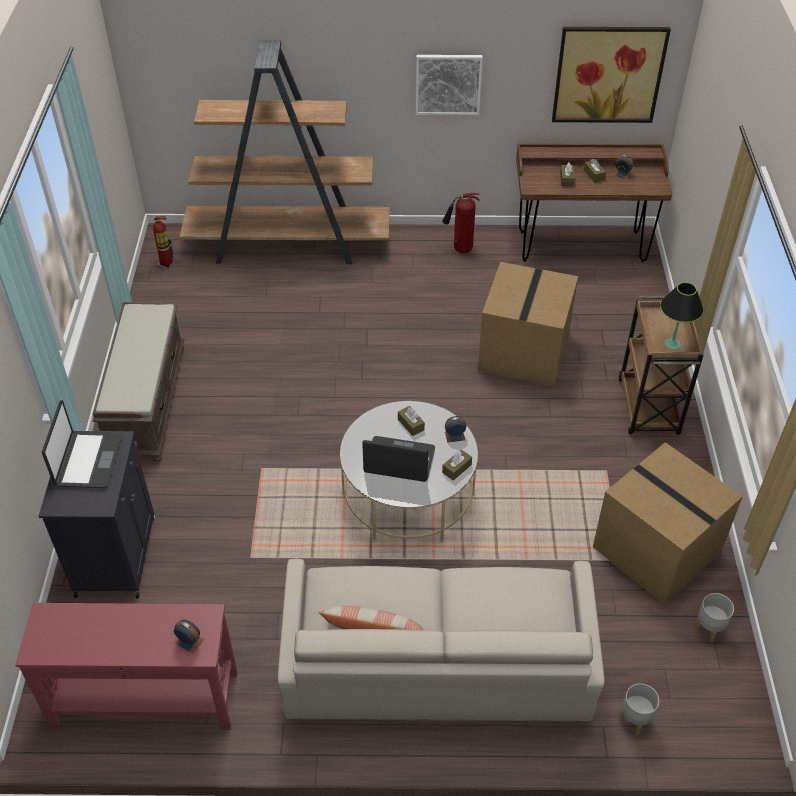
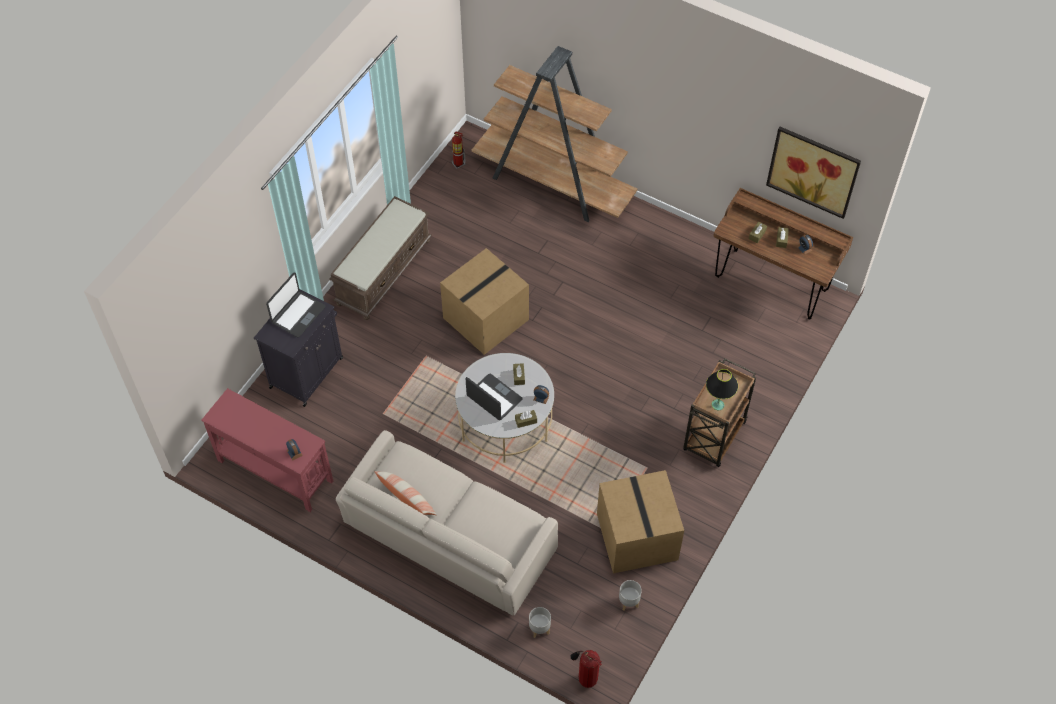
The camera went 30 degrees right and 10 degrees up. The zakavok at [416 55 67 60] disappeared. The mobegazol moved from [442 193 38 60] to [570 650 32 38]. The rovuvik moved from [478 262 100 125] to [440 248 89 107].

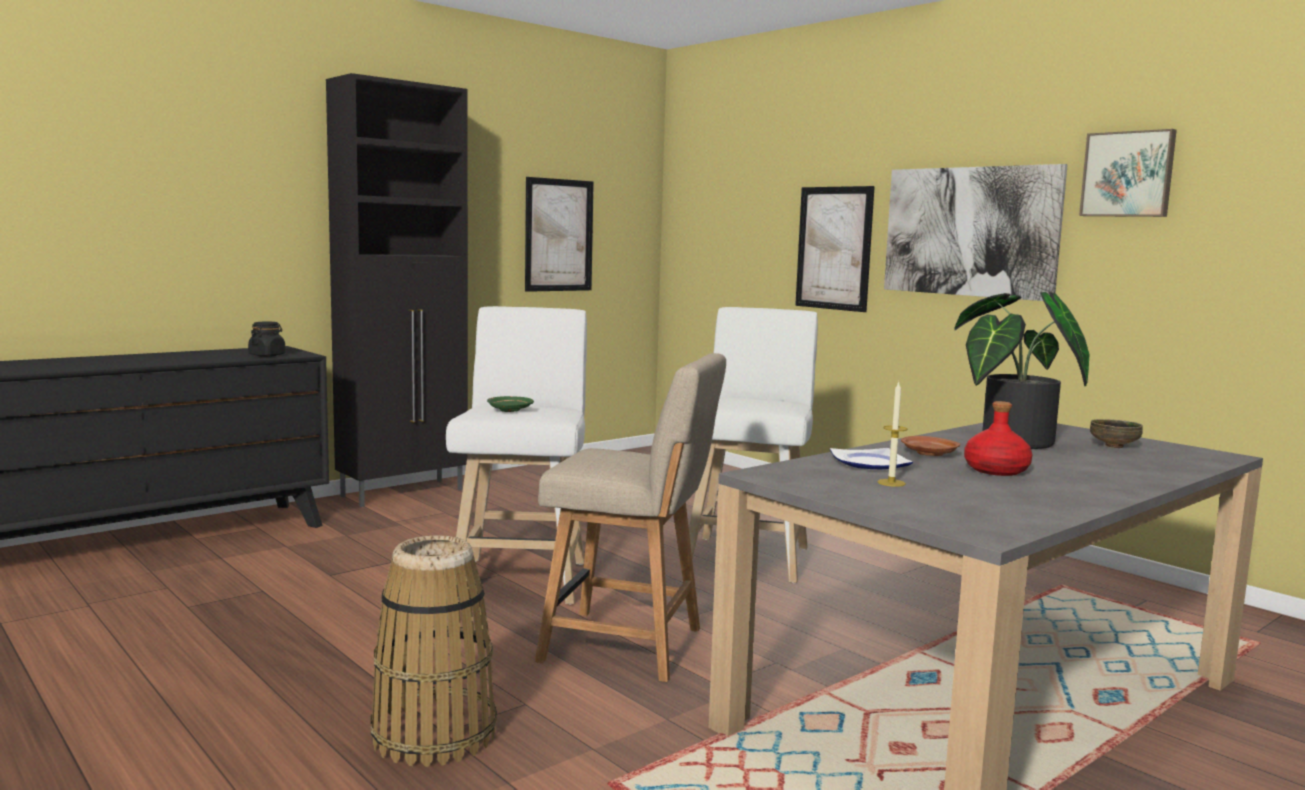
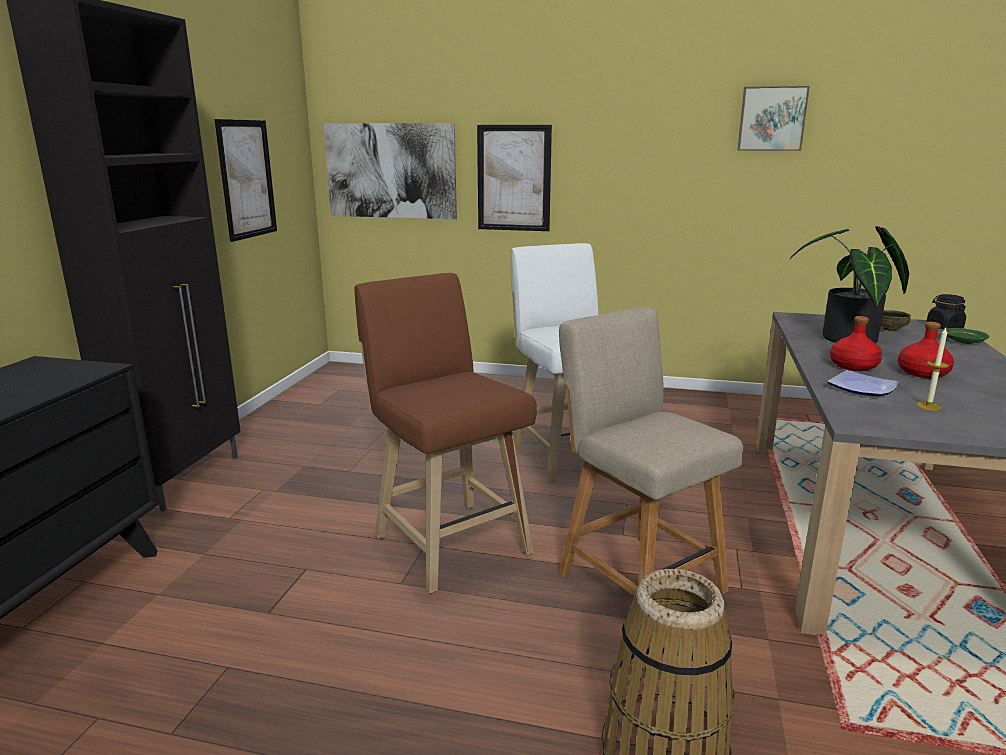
The camera went 35 degrees left and 10 degrees up. The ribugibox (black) moved from [248 322 38 35] to [926 294 40 35]. The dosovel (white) at [446 306 141 298] became the dosovel (brown) at [355 273 182 321]. The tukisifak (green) moved from [487 396 47 16] to [942 328 47 16]. The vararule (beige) at [535 353 191 329] turned 105 degrees counterclockwise. The zakavok moved from [884 164 184 137] to [324 123 133 96]. The tukisifak (brown) at [901 436 59 20] was replaced by the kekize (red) at [830 316 52 55].

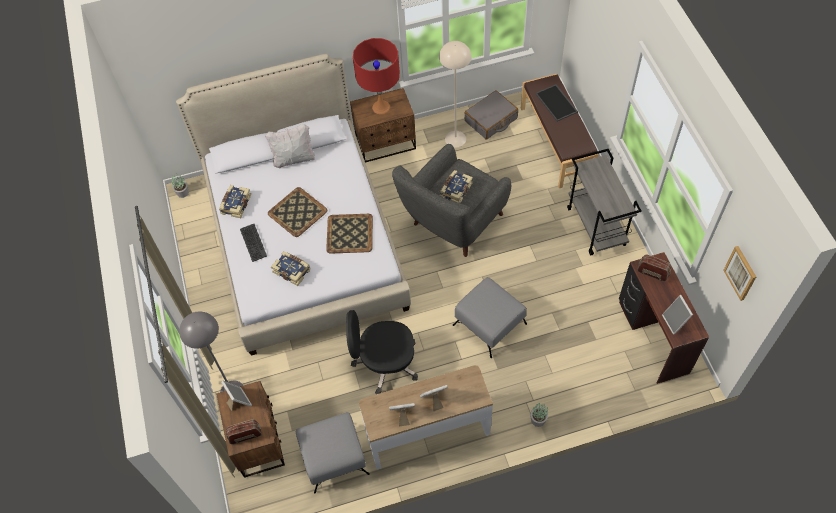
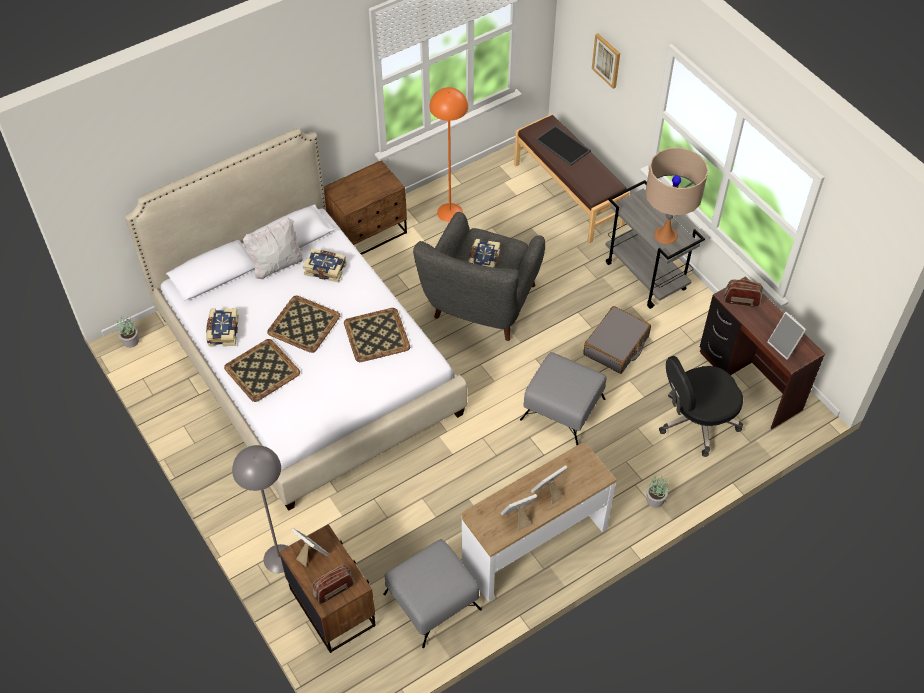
The camera went 20 degrees left and 5 degrees down. The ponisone at [240 224 27 38] was replaced by the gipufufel at [224 339 76 63]. The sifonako moved from [271 251 39 35] to [303 249 44 33]. The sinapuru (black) moved from [346 310 72 84] to [659 356 84 101]. The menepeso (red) at [353 38 47 76] disappeared. The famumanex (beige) at [439 41 32 107] became the famumanex (orange) at [429 87 39 135]. The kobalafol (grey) moved from [464 90 54 49] to [583 306 68 68]. The zakavok moved from [723 246 33 55] to [592 33 28 56]. The menepeso (beige) at [645 147 63 97] appeared.

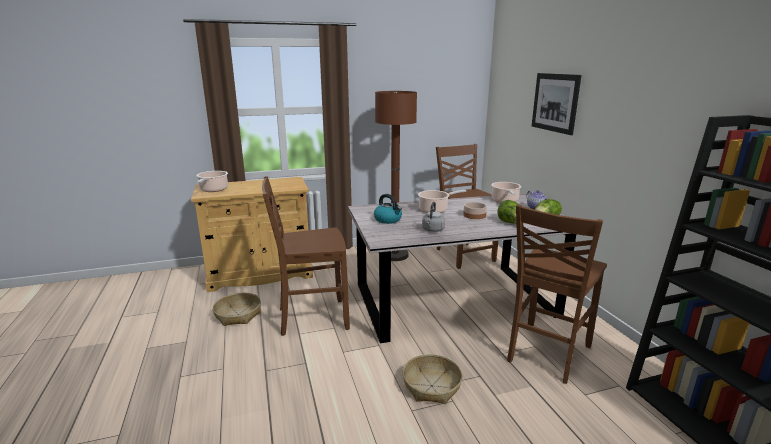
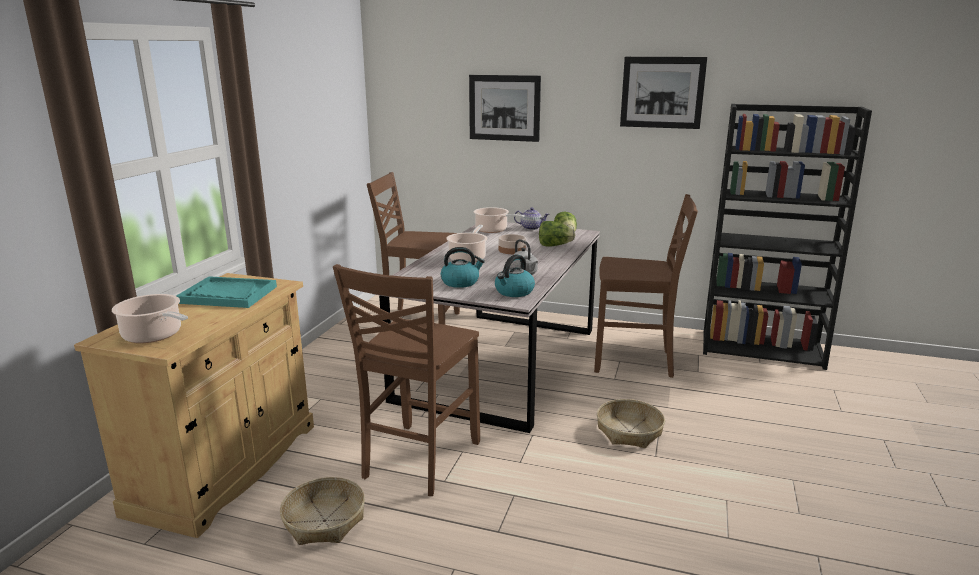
The camera went 55 degrees left and 0 degrees up. The famumanex (brown) at [375 91 42 170] disappeared. The vararule (brown) at [507 205 100 179] turned 60 degrees counterclockwise. The gipufufel (turquoise) at [176 276 101 32] appeared. The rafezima at [495 255 40 42] appeared. The zakavok at [620 57 87 72] appeared.

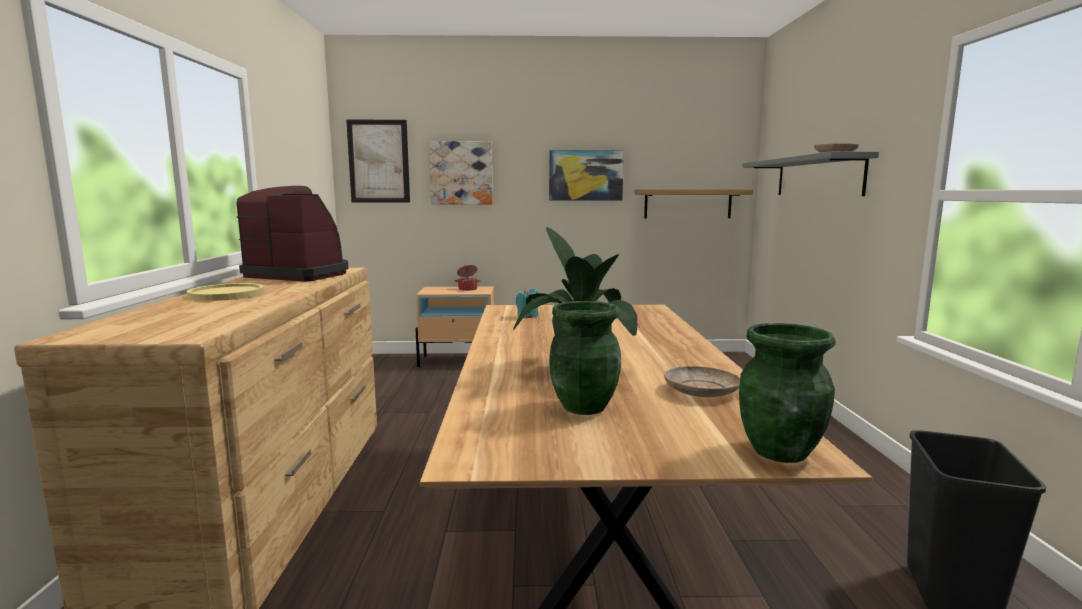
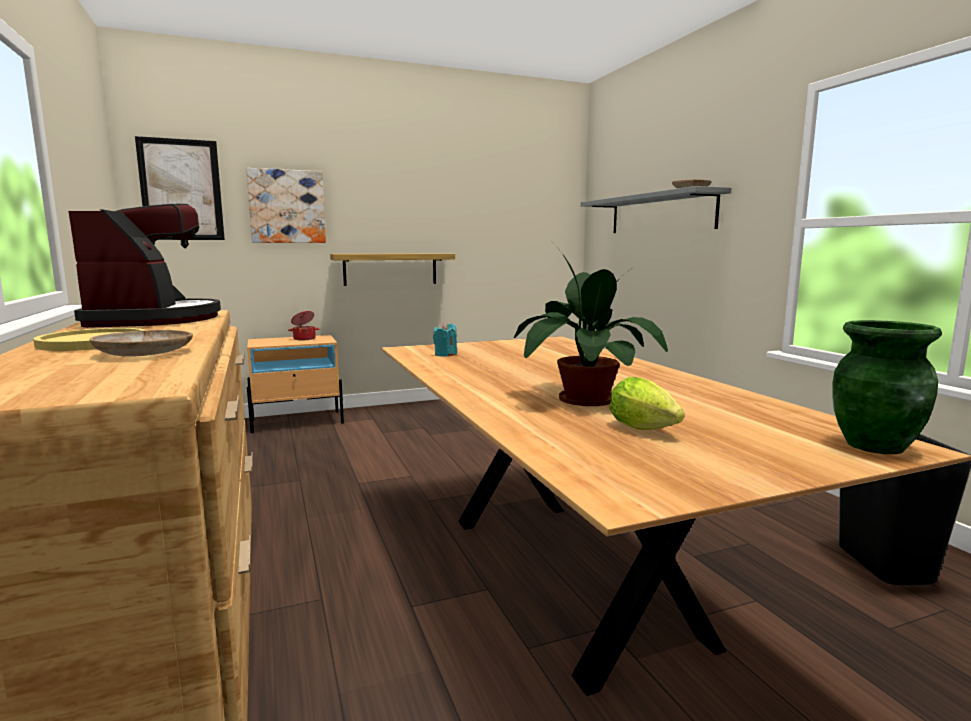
The camera went 20 degrees left and 0 degrees up. The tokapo at [236 186 113 96] turned 75 degrees clockwise. The zakavok at [549 150 75 51] disappeared. The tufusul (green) at [549 301 72 114] was replaced by the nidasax at [609 377 76 53]. The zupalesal moved from [634 189 119 29] to [330 253 125 33]. The tukisifak (beige) moved from [664 366 76 31] to [89 330 104 27].

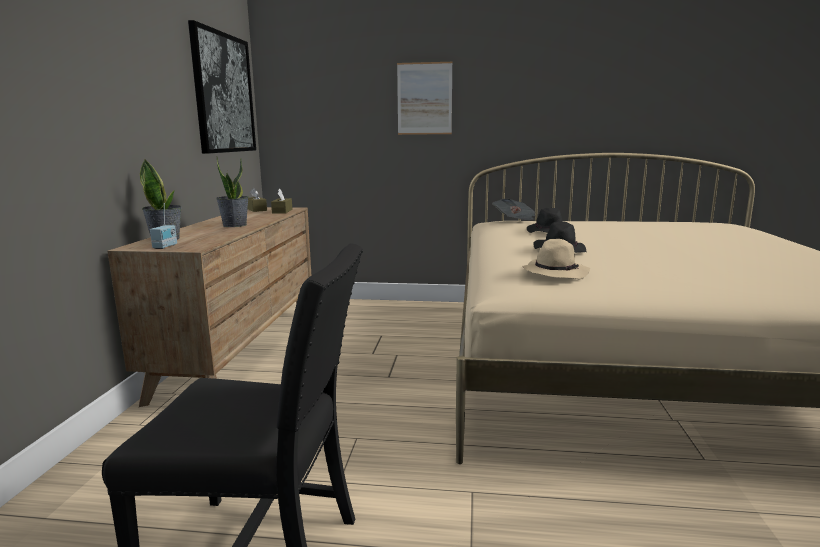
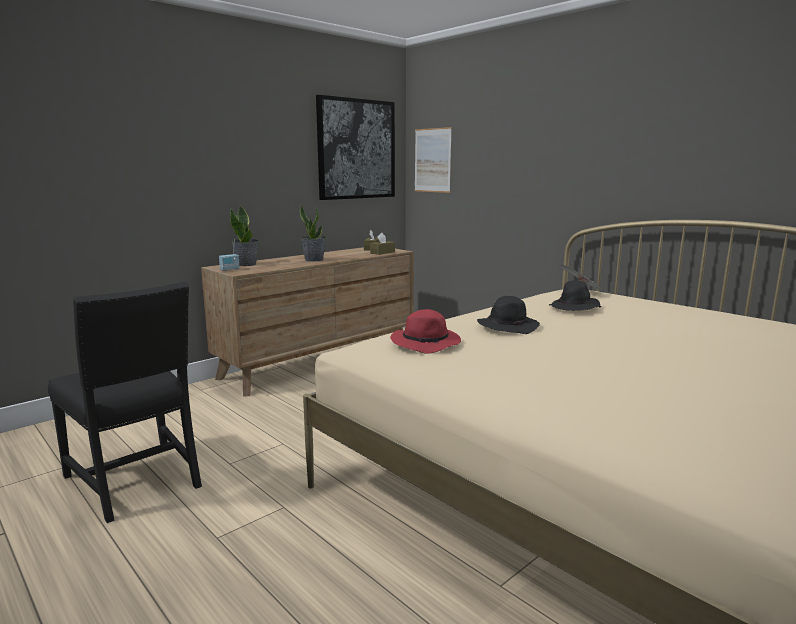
The camera went 40 degrees right and 0 degrees up. The zakavok moved from [397 62 55 73] to [415 127 37 66]. The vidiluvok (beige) at [522 239 68 40] became the vidiluvok (red) at [390 309 71 44].

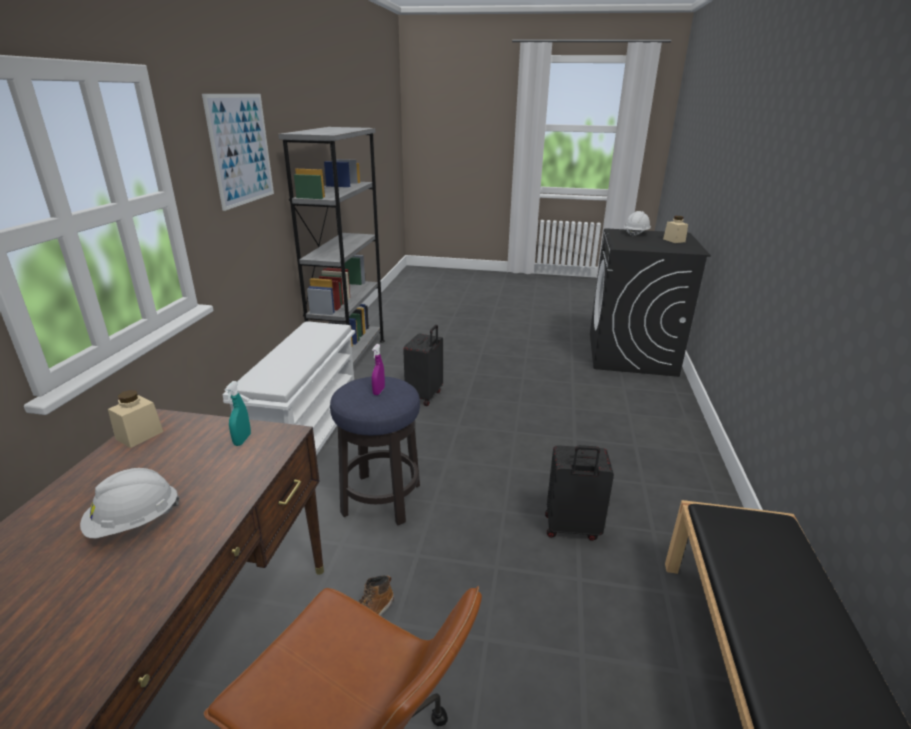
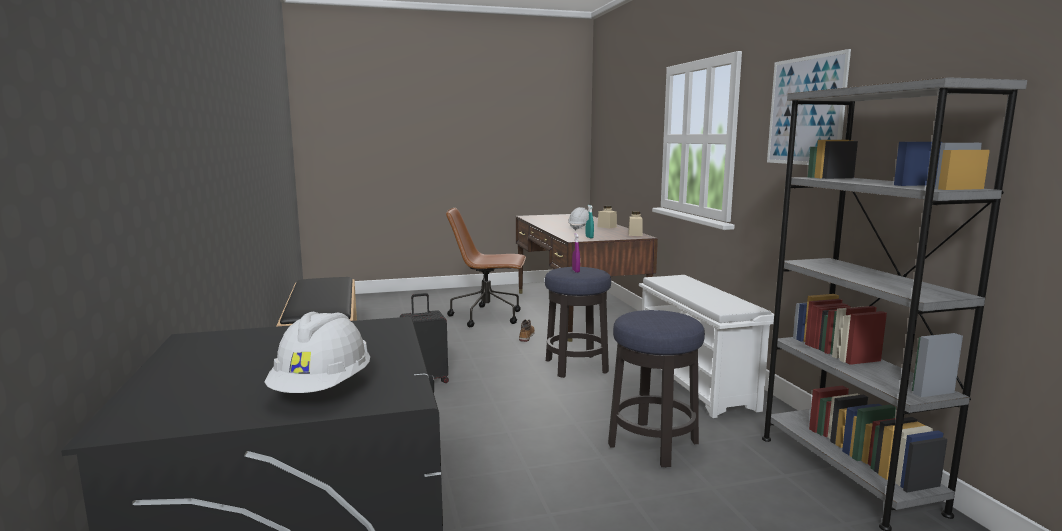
The camera went 155 degrees right and 15 degrees down. The kobalafol (black) at [403 325 40 81] was replaced by the dosovel at [608 310 97 157]. The ribugibox (beige) moved from [663 216 25 27] to [597 205 20 24].

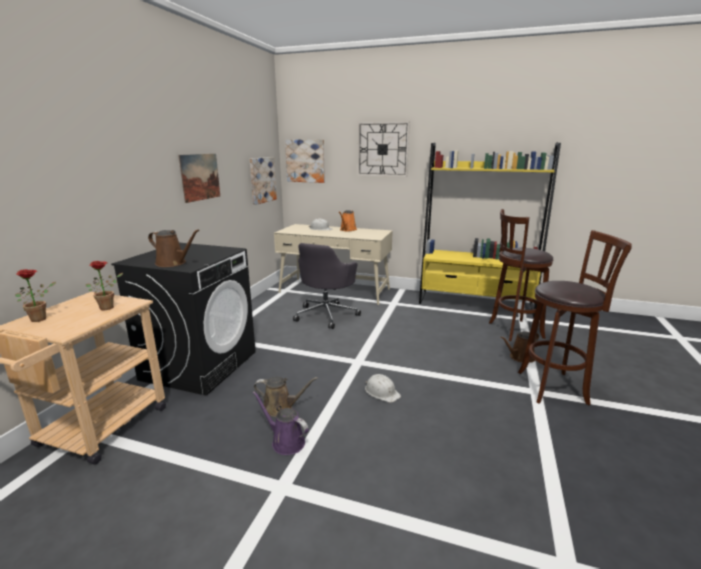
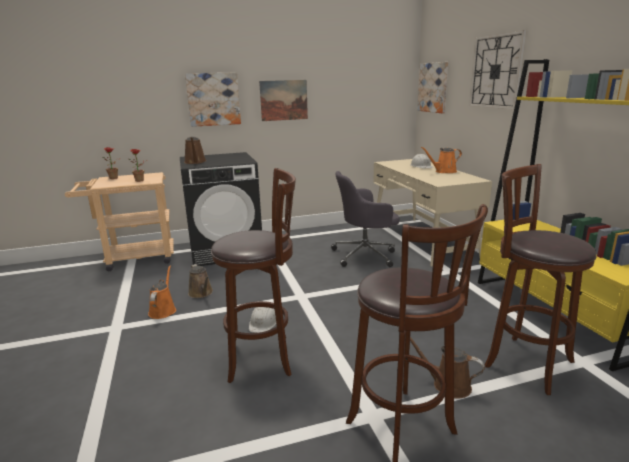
The camera went 55 degrees right and 0 degrees up. The zakavok moved from [250 157 27 48] to [185 72 56 55]. The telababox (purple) at [253 391 55 64] became the telababox (orange) at [148 266 28 53]. The dosovel (brown) at [211 168 85 215] appeared.

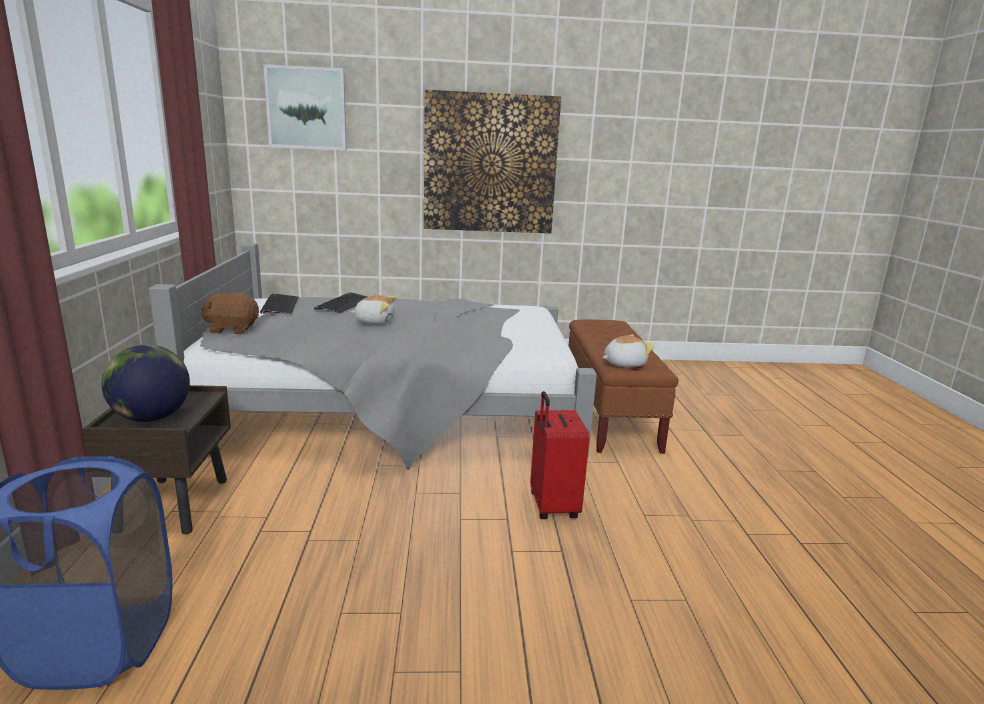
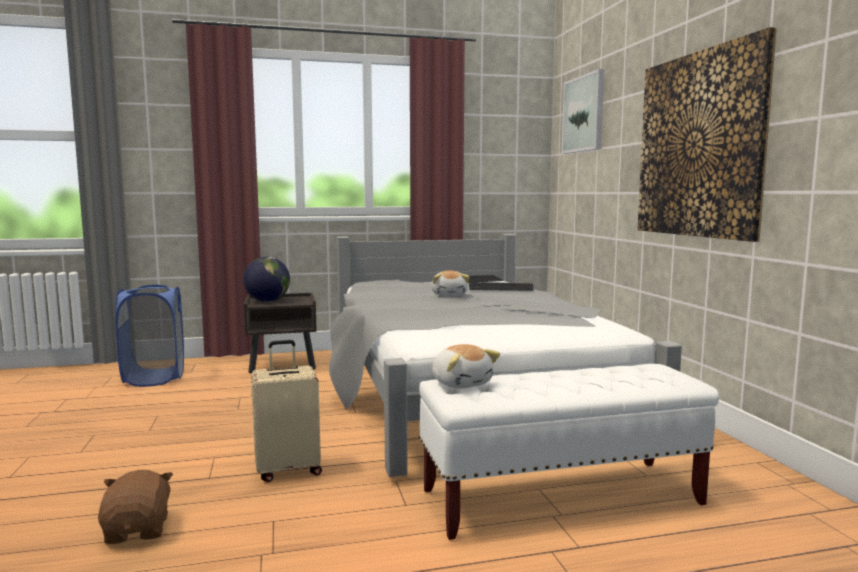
The camera went 80 degrees right and 10 degrees down. The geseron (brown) moved from [200 293 59 41] to [98 470 75 74]. The kobalafol (red) at [530 391 60 128] became the kobalafol (beige) at [251 340 71 142]. The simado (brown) at [569 319 109 135] became the simado (white) at [419 364 300 176].

